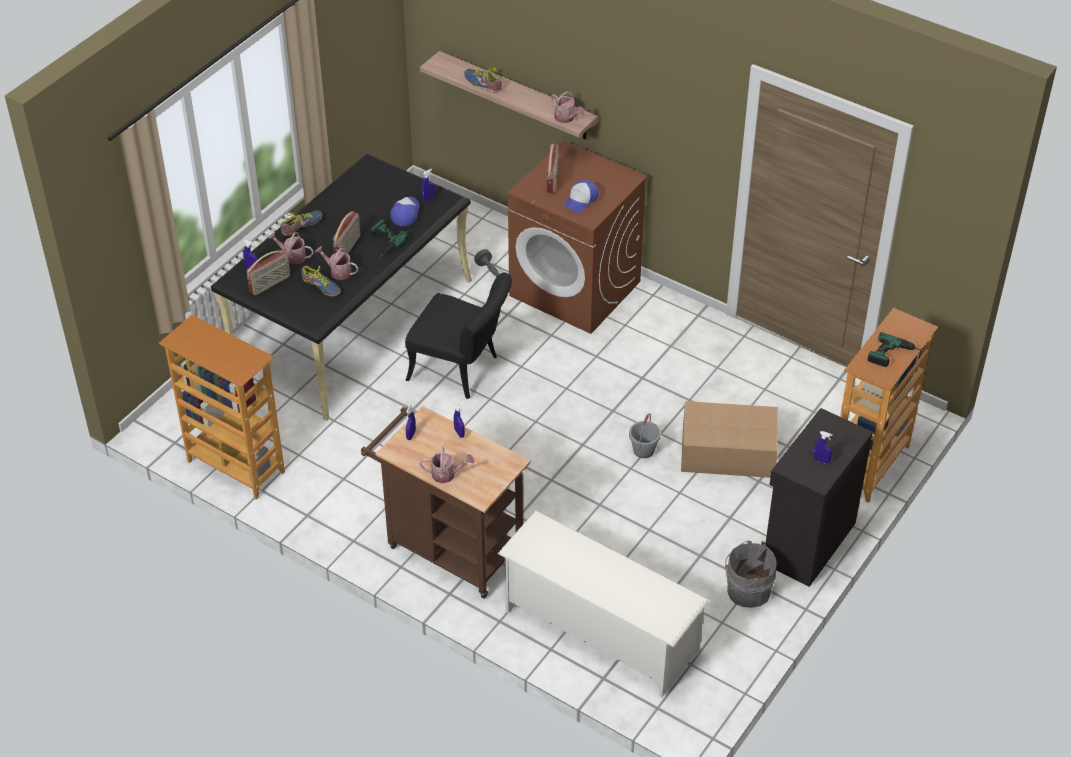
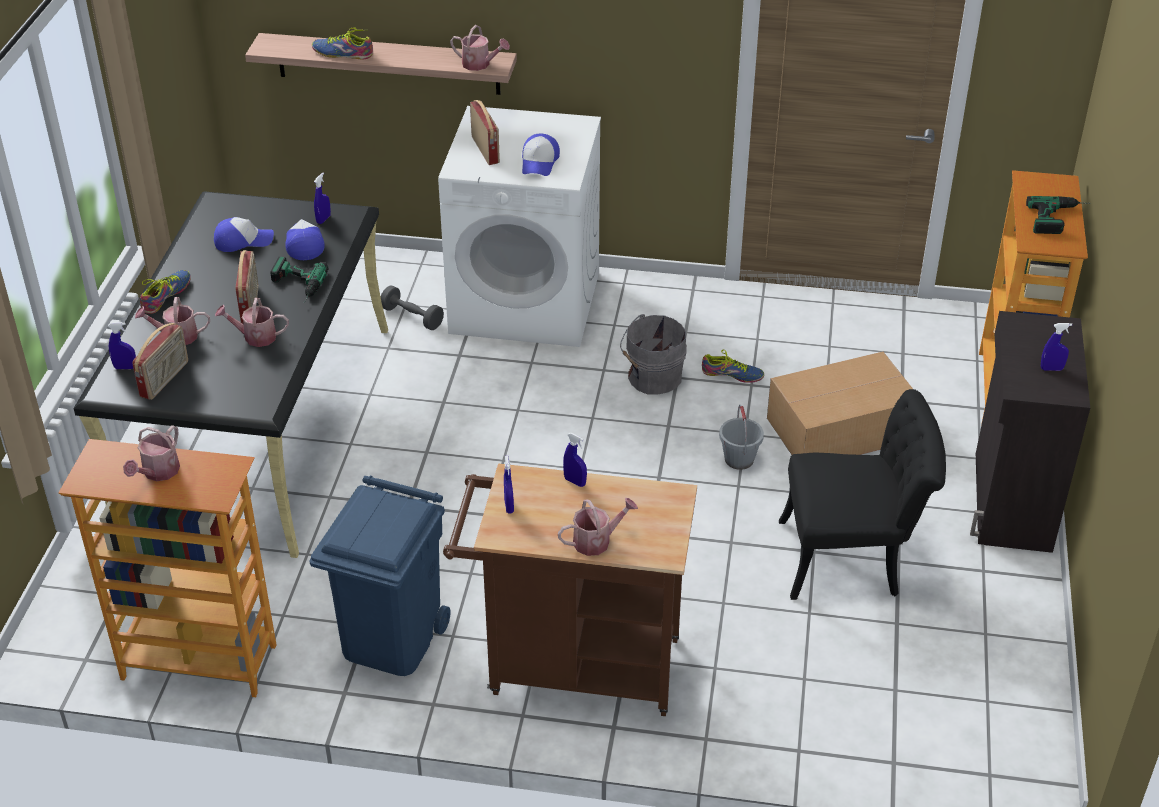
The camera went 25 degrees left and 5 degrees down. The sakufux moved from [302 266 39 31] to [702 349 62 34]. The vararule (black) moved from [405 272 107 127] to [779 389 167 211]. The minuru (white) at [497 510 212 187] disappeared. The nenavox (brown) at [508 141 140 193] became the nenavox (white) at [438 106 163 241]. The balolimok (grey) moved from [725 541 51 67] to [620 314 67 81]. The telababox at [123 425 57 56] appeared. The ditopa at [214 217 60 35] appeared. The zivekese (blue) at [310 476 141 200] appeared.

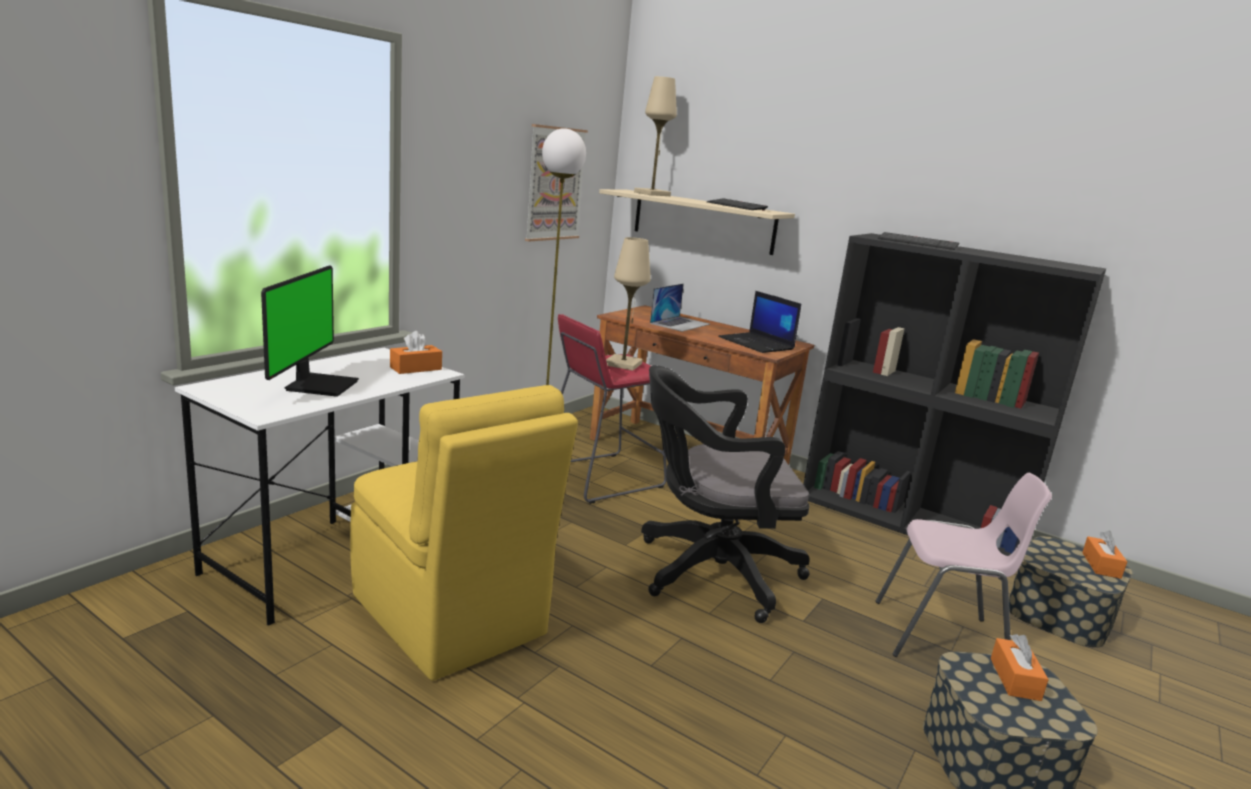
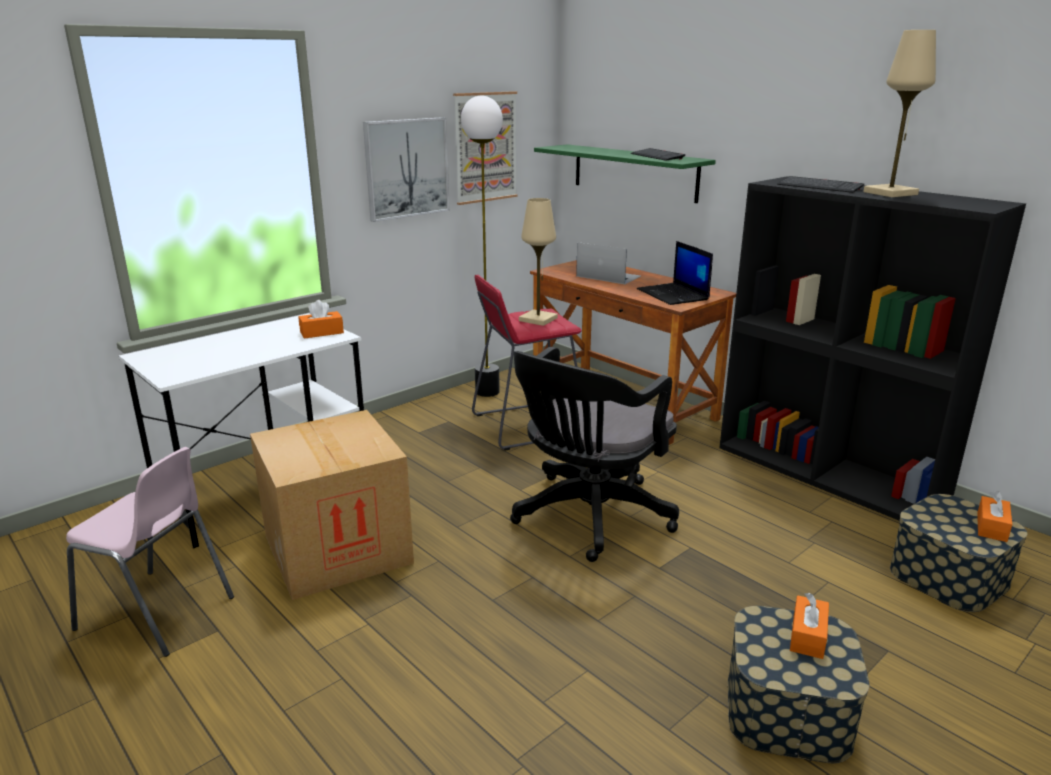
The camera went 15 degrees right and 5 degrees up. The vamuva at [261 266 98 131] disappeared. The vararule (yellow) at [350 385 228 296] was replaced by the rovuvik at [250 410 164 190]. The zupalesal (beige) at [599 189 196 66] became the zupalesal (green) at [534 144 182 59]. The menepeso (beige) moved from [634 76 43 120] to [863 30 73 167]. The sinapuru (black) at [641 365 169 258] turned 60 degrees counterclockwise. The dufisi at [650 284 60 48] turned 105 degrees counterclockwise. The vararule (pink) moved from [875 473 177 184] to [66 447 168 210]. The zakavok at [363 117 87 105] appeared.

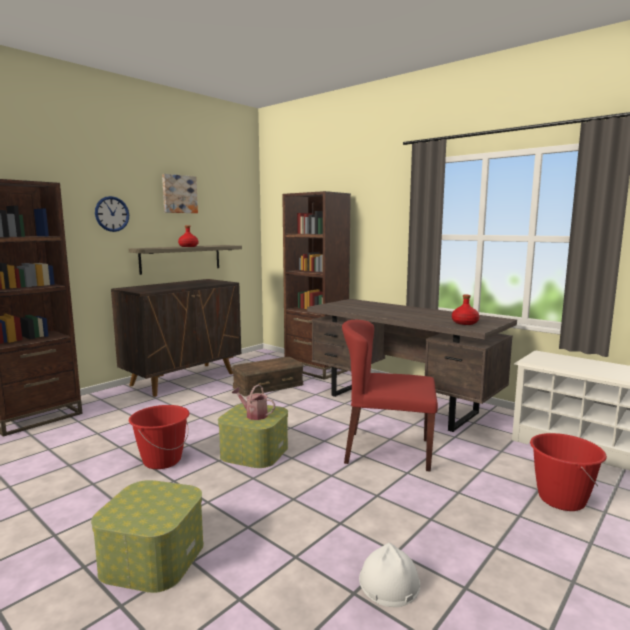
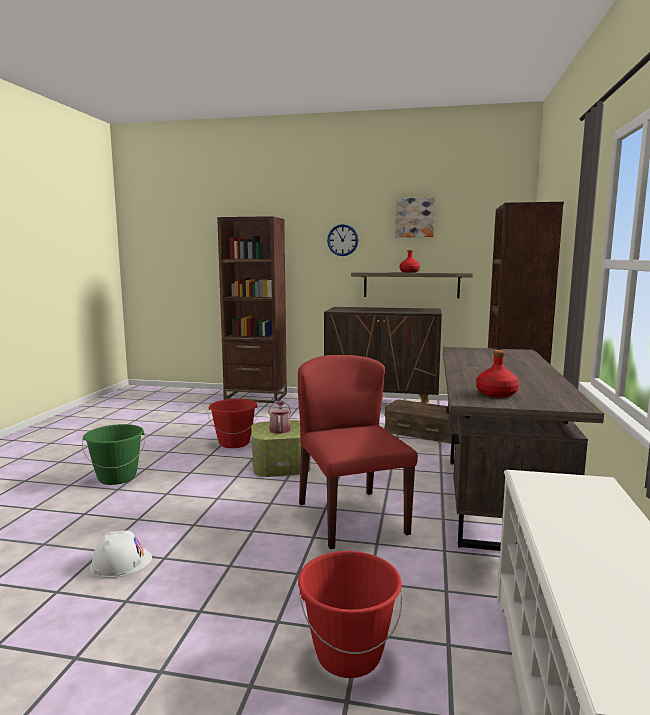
The camera went 60 degrees right and 0 degrees up. The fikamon at [91 480 113 113] was replaced by the balolimok (green) at [82 424 63 61].

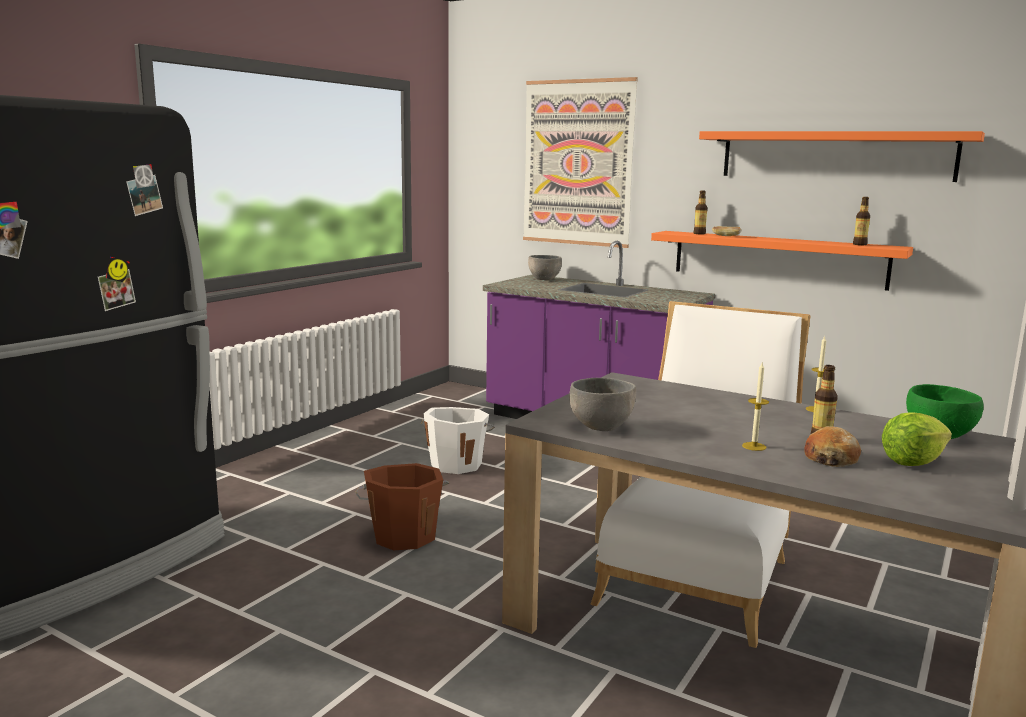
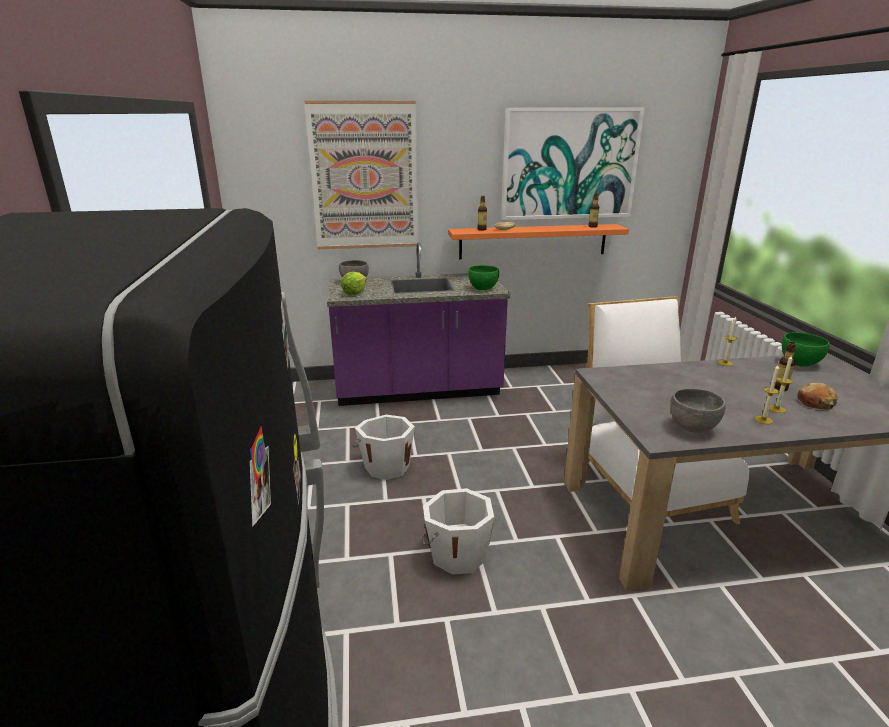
The camera went 40 degrees left and 10 degrees up. The balolimok (brown) at [355 463 95 87] became the balolimok (white) at [422 488 72 87]. The zupalesal (orange) at [699 131 286 51] was replaced by the zakavok at [501 108 144 112]. The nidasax moved from [882 412 70 54] to [341 272 26 23]. The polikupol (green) at [468 265 31 25] appeared. The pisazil at [755 365 25 59] appeared.

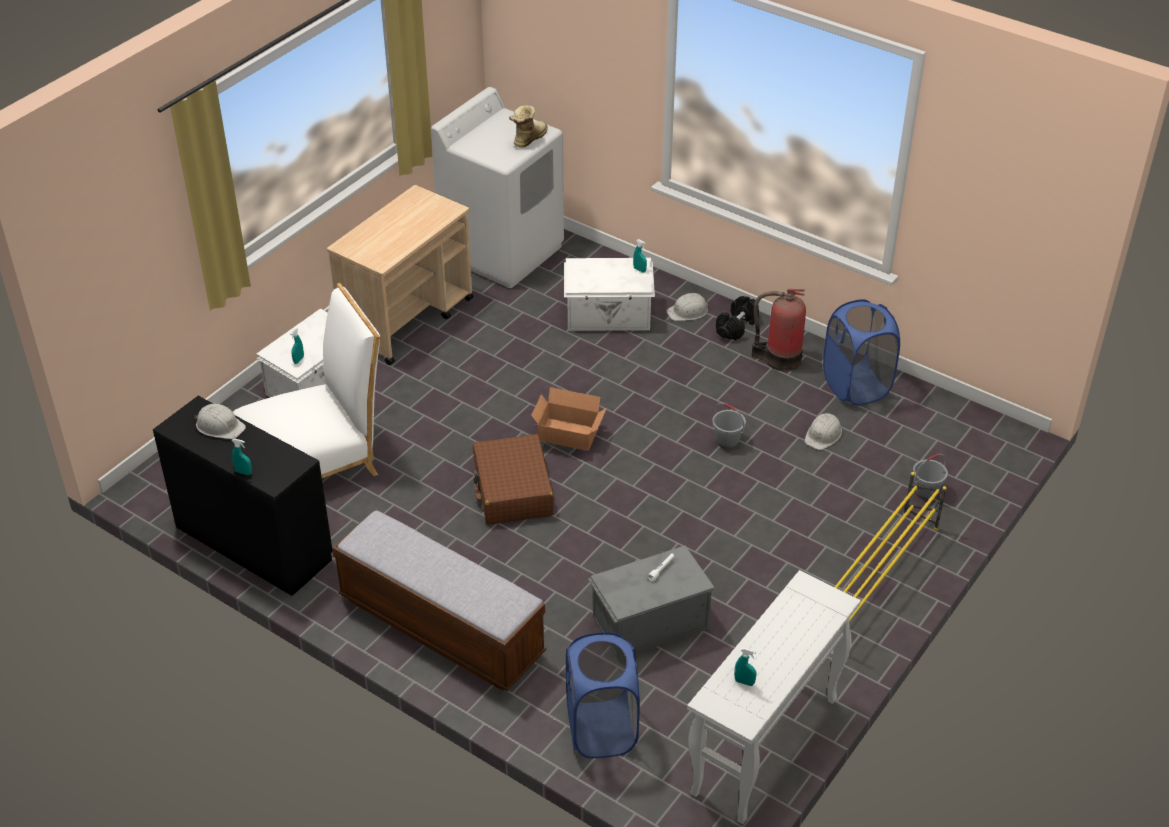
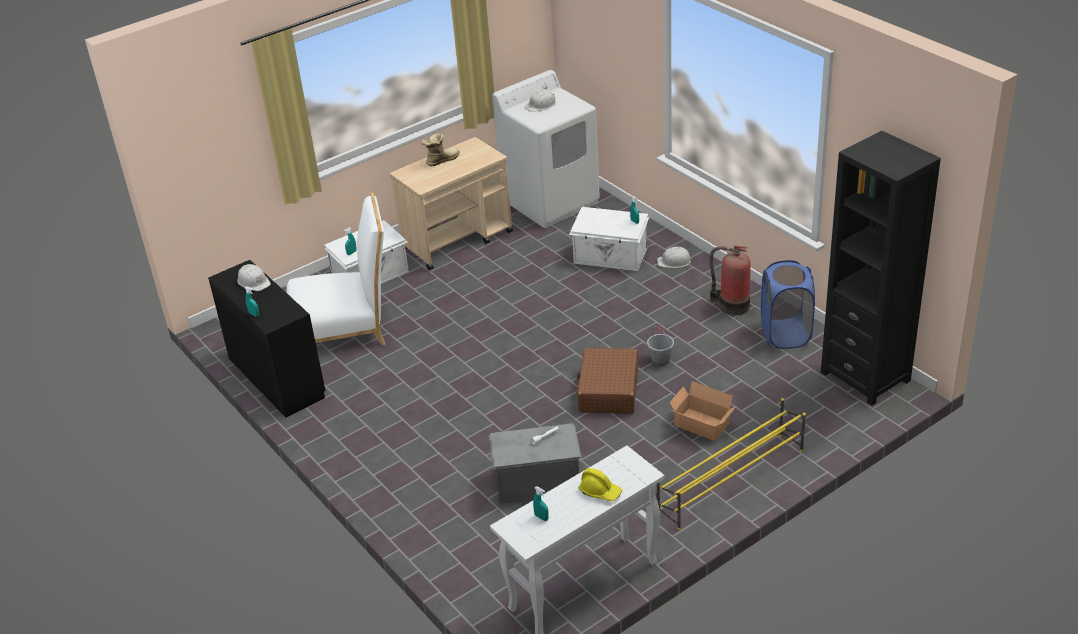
The camera went 20 degrees right and 5 degrees down. The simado at [332 511 214 180] disappeared. The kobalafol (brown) moved from [473 434 81 91] to [577 348 61 66]. The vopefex moved from [509 105 39 43] to [421 134 39 32]. The rovuvik moved from [531 387 76 64] to [669 381 67 60]. The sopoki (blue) at [566 632 74 126] disappeared. The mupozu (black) at [716 296 43 44] disappeared. The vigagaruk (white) moved from [805 413 37 37] to [525 89 31 23]. The balolimok (grey) at [912 453 36 47] disappeared. The vigagaruk (yellow) at [579 468 43 33] appeared. The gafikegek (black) at [821 131 120 275] appeared.

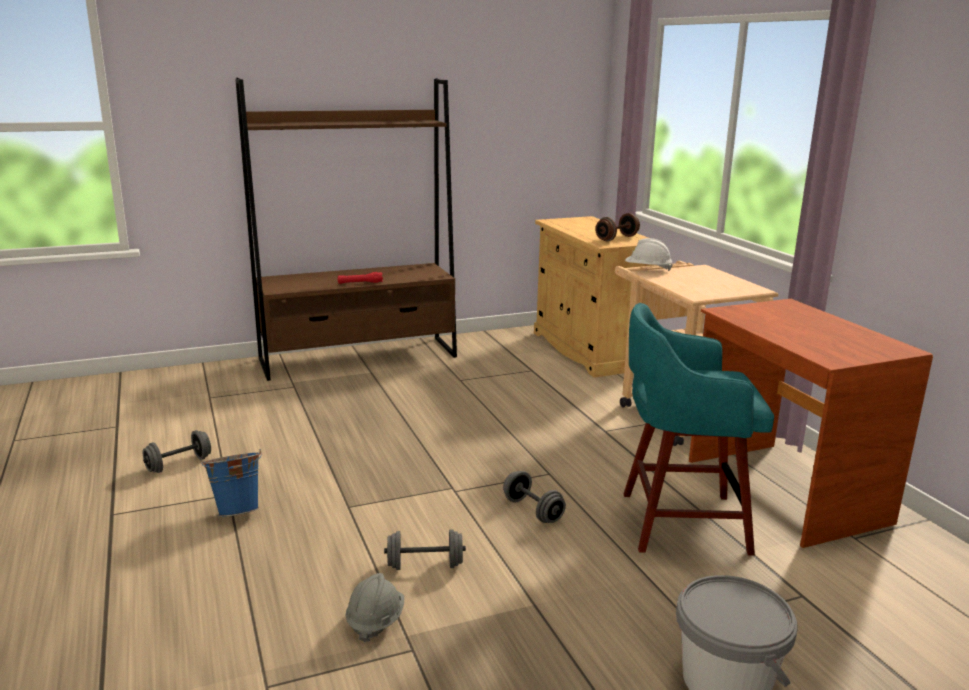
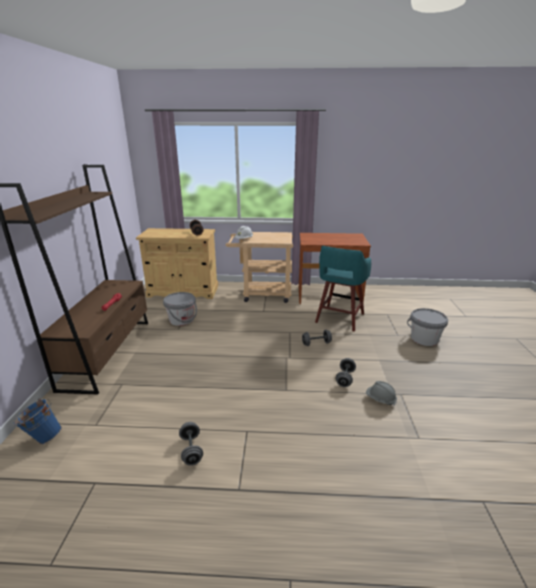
The camera went 65 degrees left and 5 degrees up. The balolimok (blue) moved from [201 449 61 68] to [13 398 49 46]. The balolimok (grey) at [163 292 34 34] appeared.

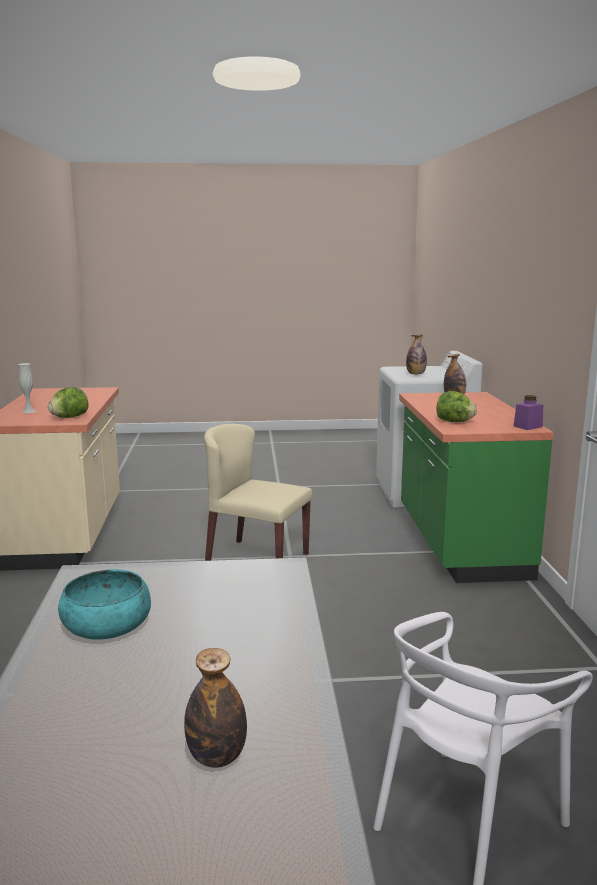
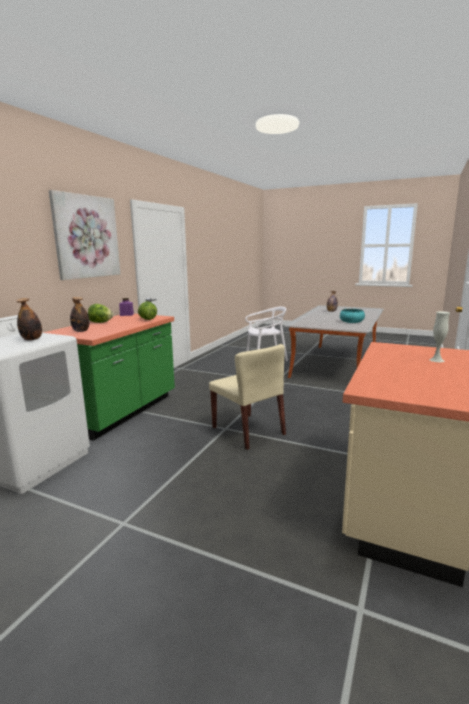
The camera went 150 degrees left and 0 degrees up. The nidasax moved from [48 387 41 31] to [88 304 25 19]. The zakavok at [49 190 71 90] appeared.

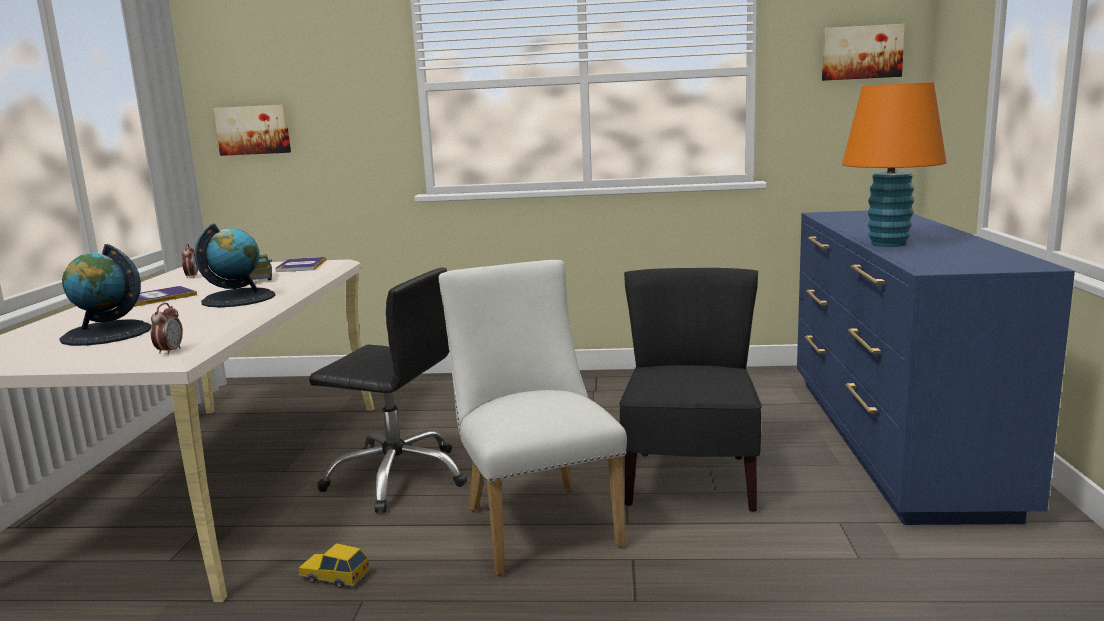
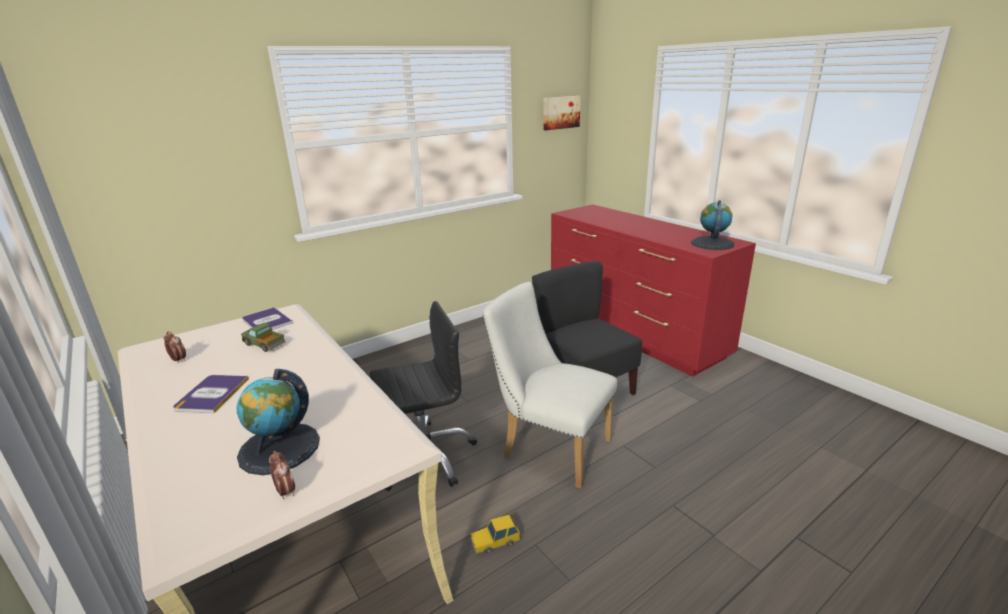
The camera went 40 degrees left and 10 degrees up. The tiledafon moved from [151 303 32 52] to [269 451 26 48]. The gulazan moved from [194 223 81 84] to [691 200 43 50]. The zakavok at [213 105 78 51] disappeared. The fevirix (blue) at [797 210 278 315] became the fevirix (red) at [551 204 205 173]. The menepeso (orange) at [842 82 105 165] disappeared.

